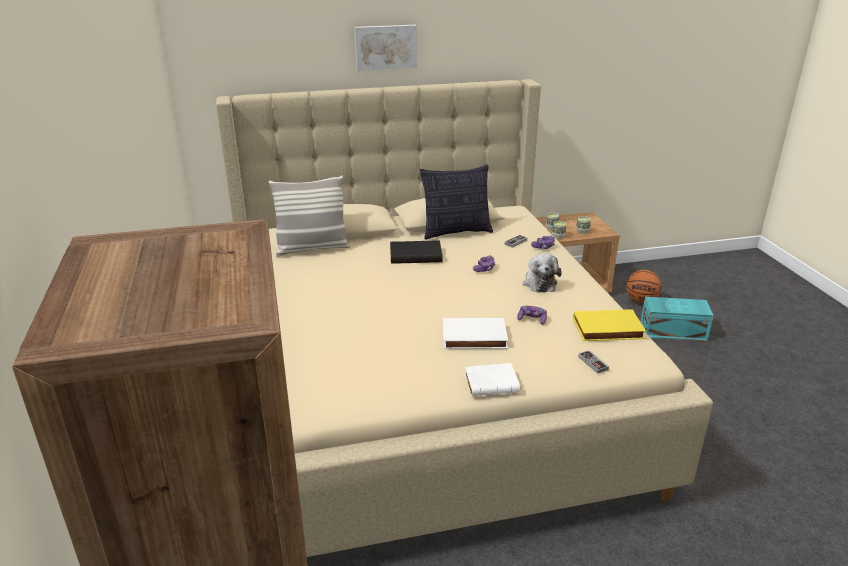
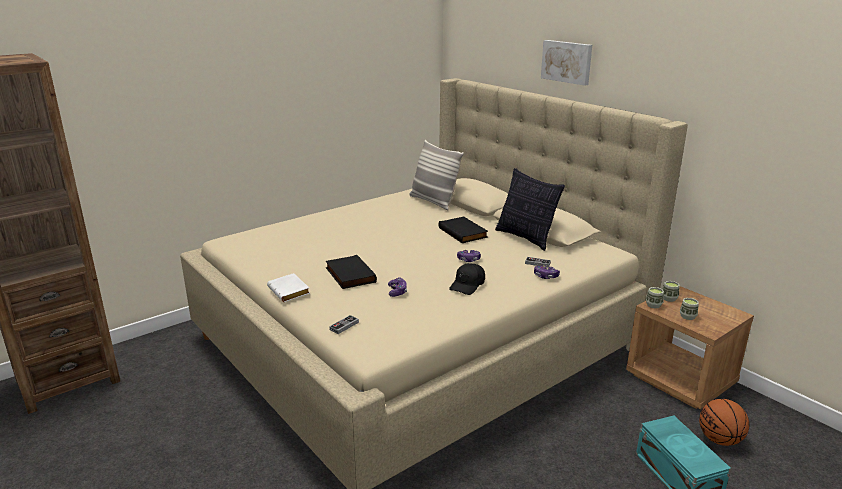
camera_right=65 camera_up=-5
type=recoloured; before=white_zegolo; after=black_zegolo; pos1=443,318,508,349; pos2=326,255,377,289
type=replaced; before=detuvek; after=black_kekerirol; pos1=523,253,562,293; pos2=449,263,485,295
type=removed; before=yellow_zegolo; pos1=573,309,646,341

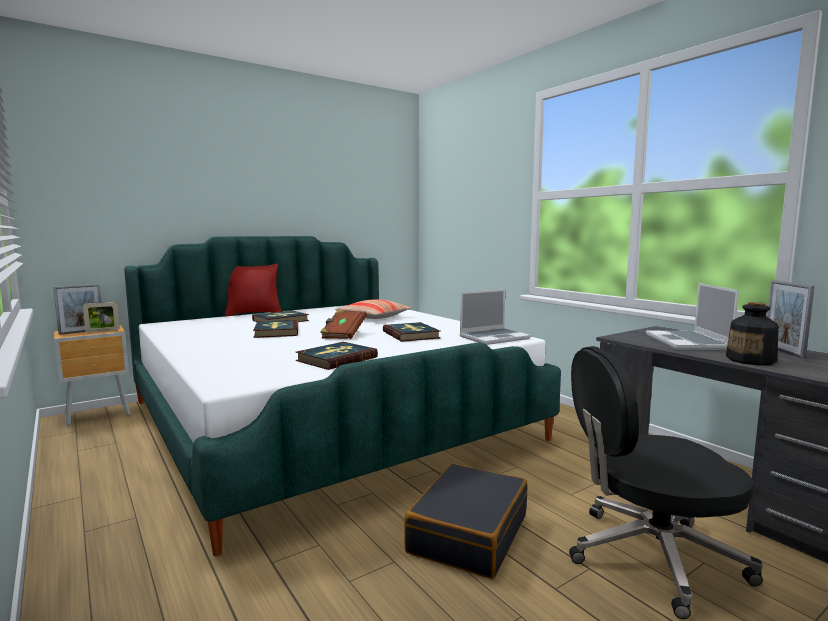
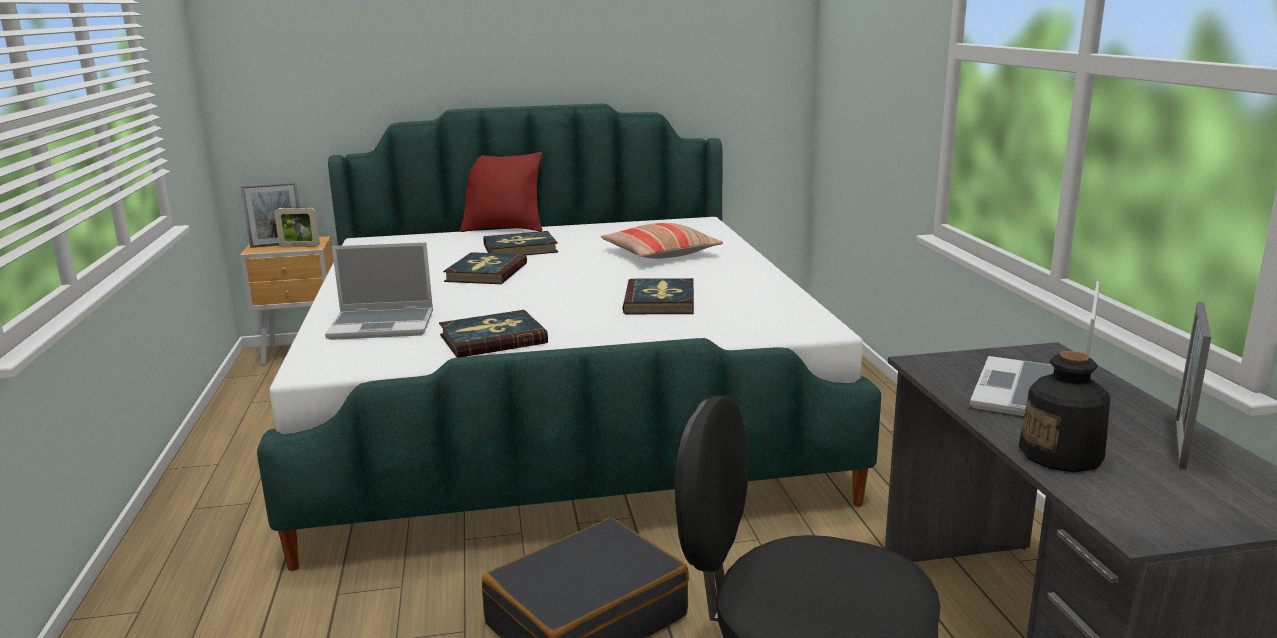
camera_right=25 camera_up=10
type=moved; before=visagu; pos1=459,289,531,345; pos2=325,242,433,340
type=removed; before=brown_zegolo; pos1=320,310,367,339

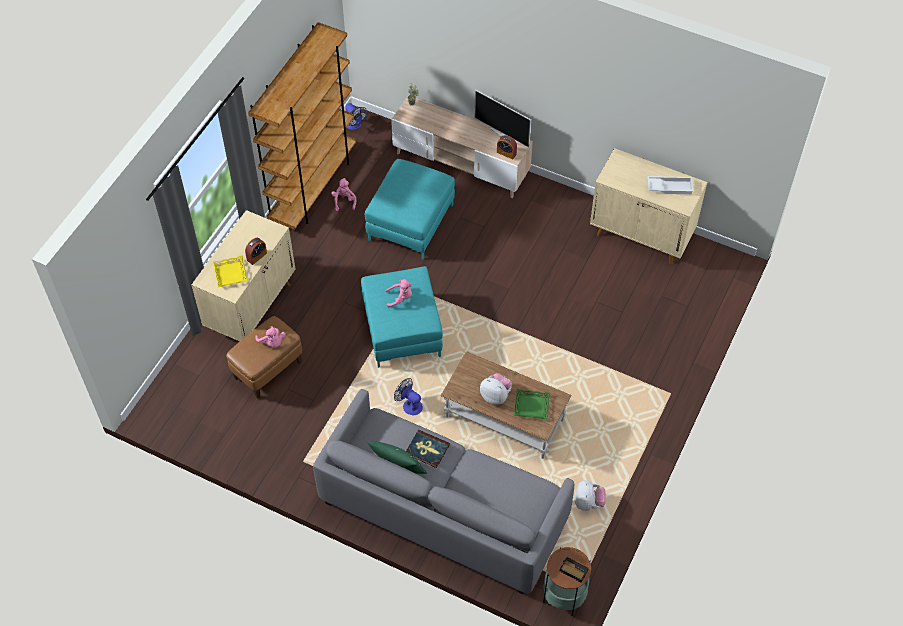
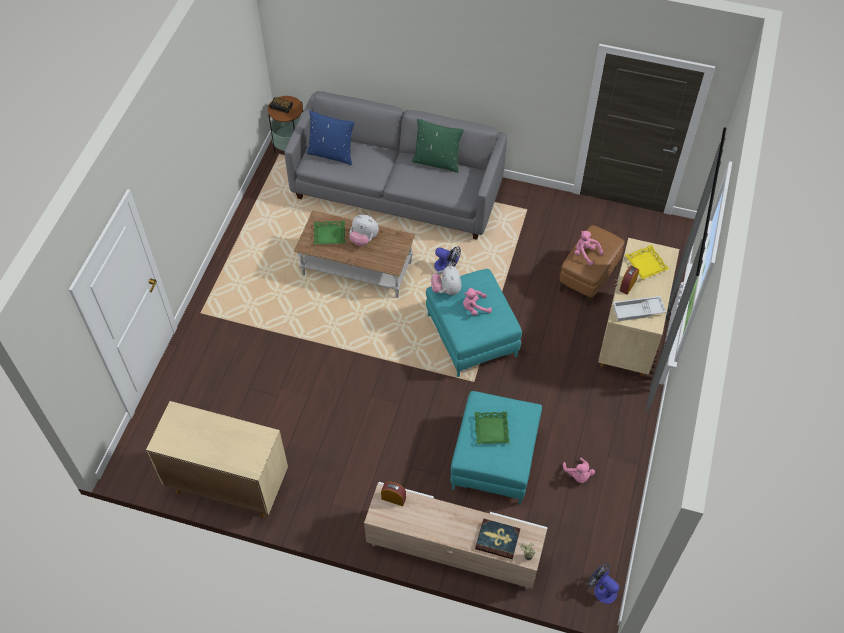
camera_right=170 camera_up=0
type=added; after=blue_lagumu; pos2=307,111,355,165
type=moved; before=detuvek; pos1=574,480,606,511; pos2=431,266,461,295
type=added; after=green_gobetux; pos2=475,412,510,444
type=moved; before=zegolo; pos1=406,429,450,468; pos2=475,518,520,560
type=moved; before=white_gobetux; pos1=648,176,693,194; pos2=613,296,666,321
type=removed; before=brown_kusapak; pos1=248,22,356,230
type=removed; before=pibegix; pos1=474,90,531,148

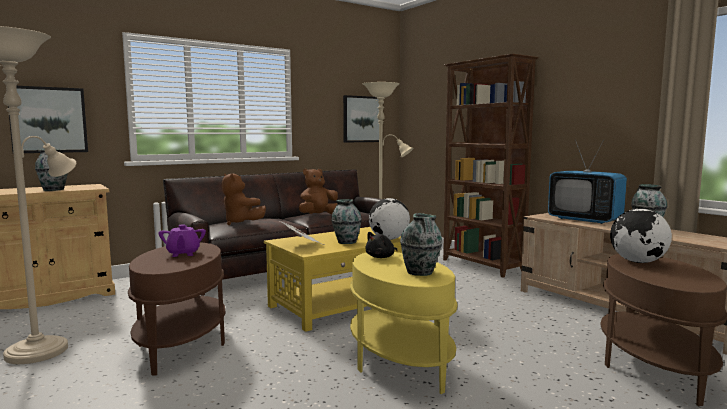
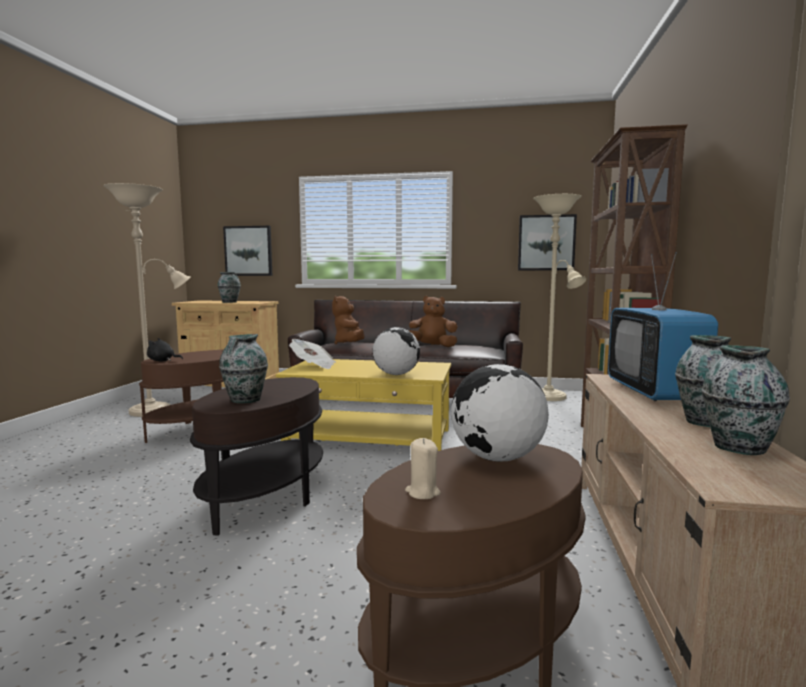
camera_right=45 camera_up=0
type=moved; before=black_detuvek; pos1=365,232,398,258; pos2=147,338,183,361
type=recoloured; before=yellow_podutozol; after=brown_podutozol; pos1=350,252,458,394; pos2=190,377,323,536
type=added; after=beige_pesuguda; pos2=405,438,441,499
type=moved; before=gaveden; pos1=331,199,362,244; pos2=702,345,790,455
type=removed; before=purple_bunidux; pos1=159,224,206,257

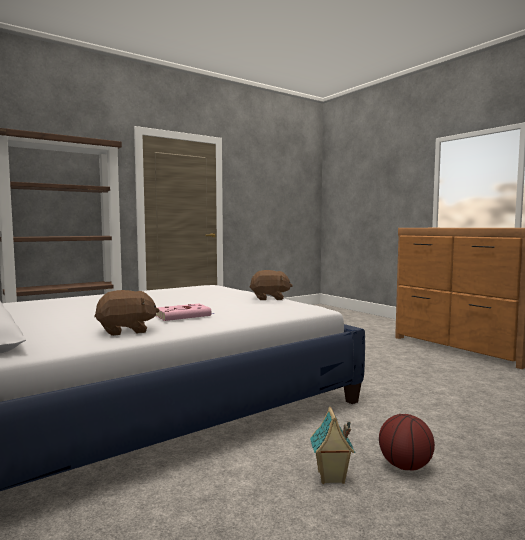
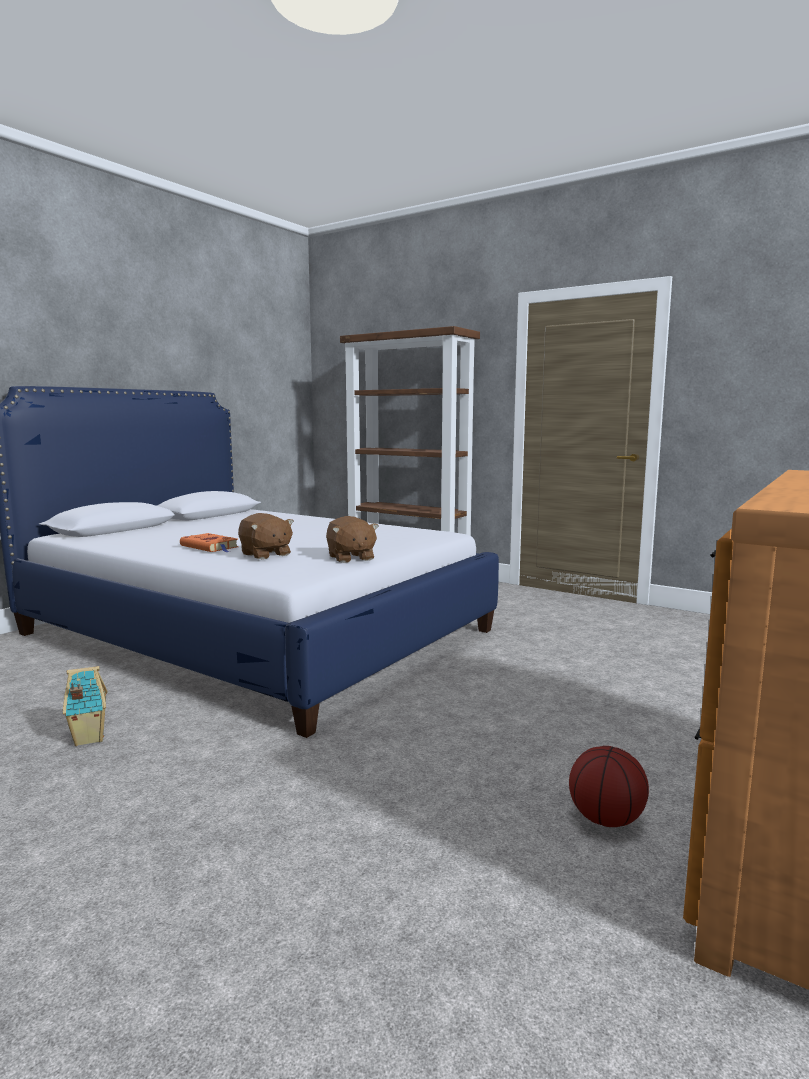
camera_right=70 camera_up=5
type=recoloured; before=pink_zegolo; after=orange_zegolo; pos1=156,304,216,321; pos2=180,533,239,552
type=moved; before=brown_detuvek; pos1=94,290,159,336; pos2=238,513,294,559
type=moved; before=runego; pos1=379,414,435,470; pos2=569,746,649,827

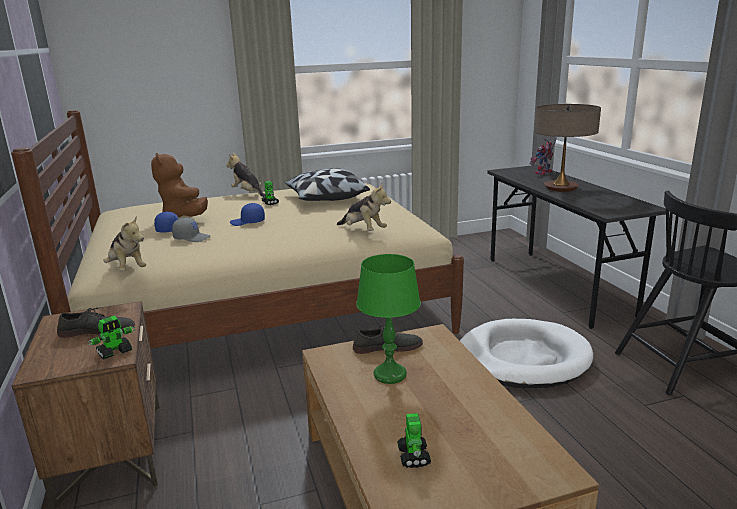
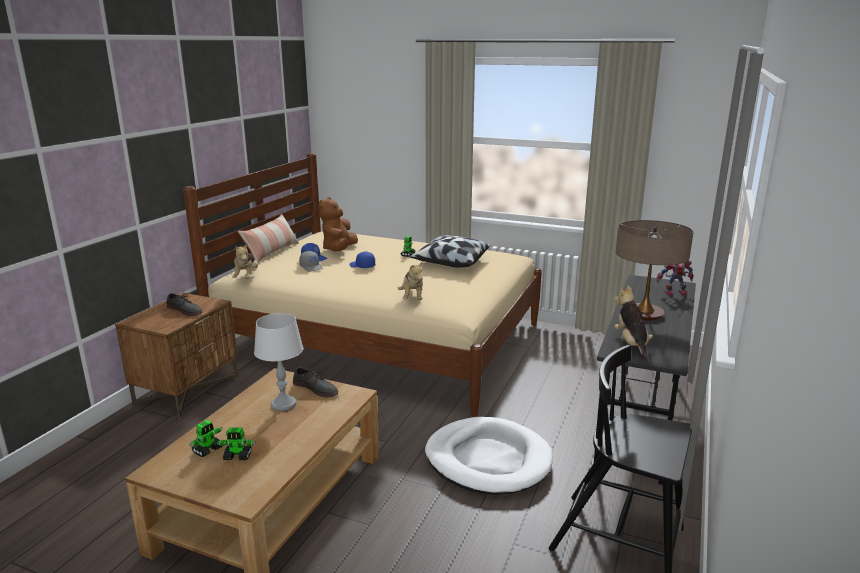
camera_right=40 camera_up=0
type=moved; before=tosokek; pos1=87,316,135,359; pos2=217,427,256,460
type=added; after=lagumu; pos2=238,214,299,263
type=recoloured; before=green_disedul; after=grey_disedul; pos1=356,254,421,384; pos2=254,313,303,411
type=moved; before=detuvek; pos1=226,153,266,197; pos2=614,285,653,362

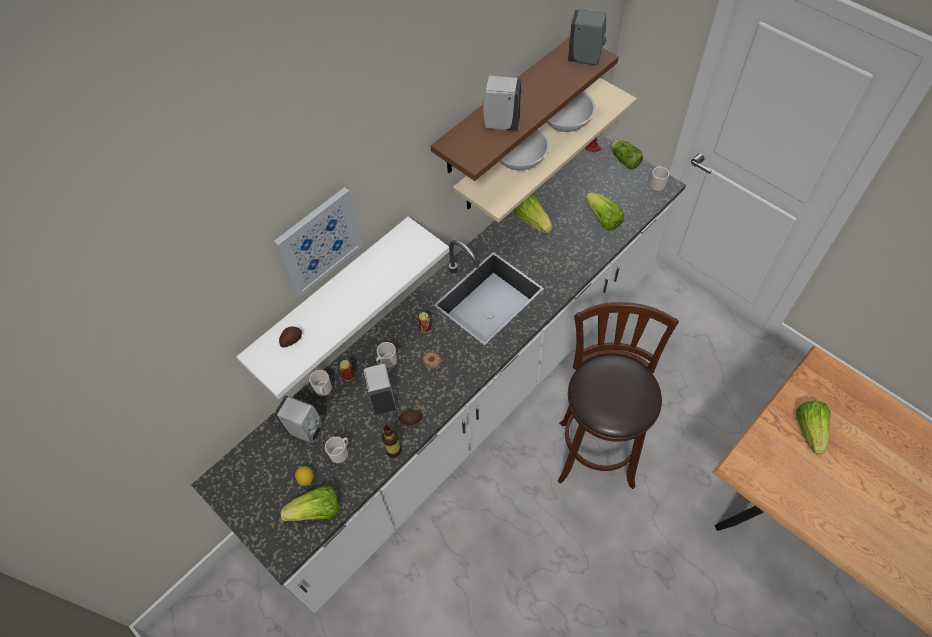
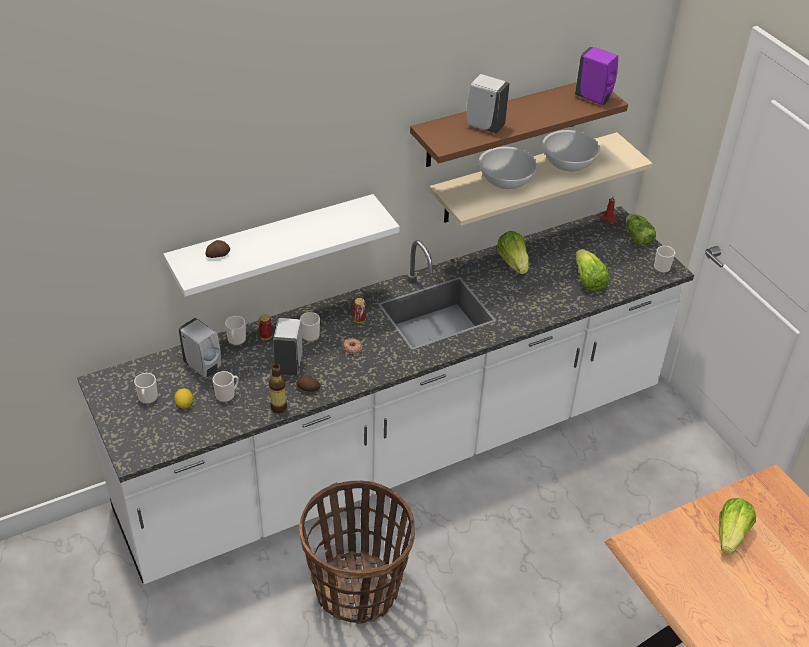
camera_right=15 camera_up=-15
type=added; after=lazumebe; pos2=134,373,158,404
type=added; after=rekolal; pos2=299,481,415,624
type=recoloured; before=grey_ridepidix; after=purple_ridepidix; pos1=568,10,606,65; pos2=575,46,618,105
type=removed; before=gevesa; pos1=274,187,363,298
type=removed; before=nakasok; pos1=280,486,339,521
type=removed; before=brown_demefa; pos1=558,302,679,489

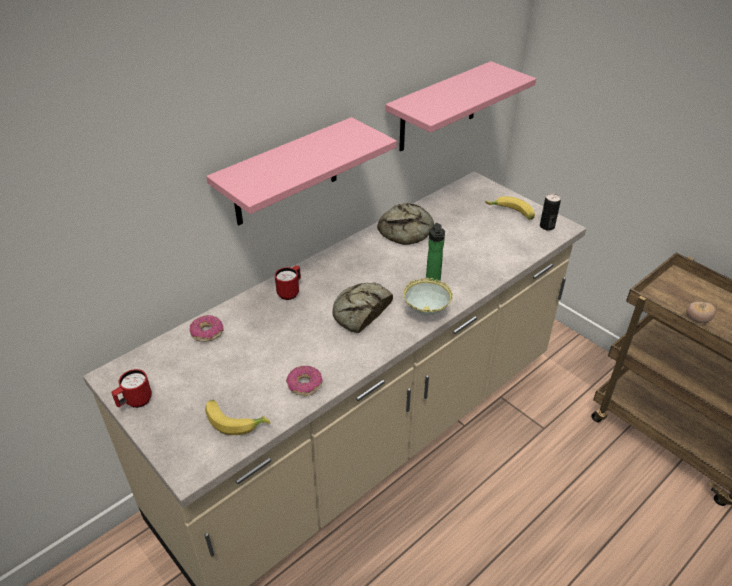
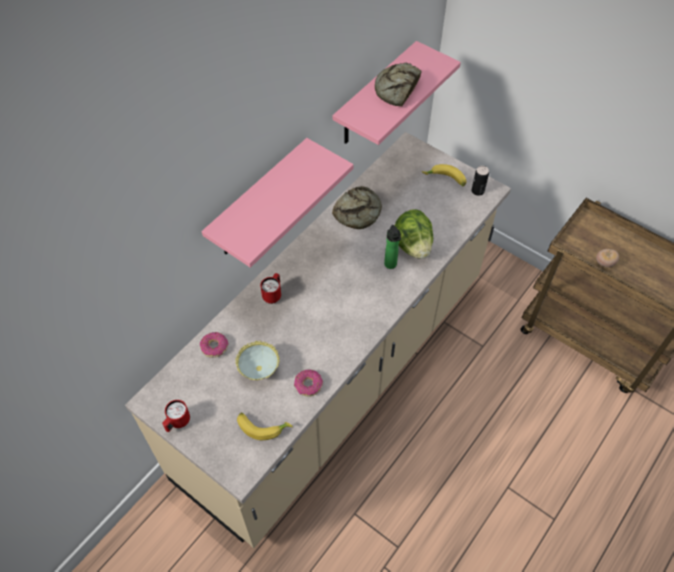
camera_right=-10 camera_up=15
type=moved; before=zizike; pos1=403,277,453,315; pos2=235,341,280,380
type=moved; before=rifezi; pos1=333,282,393,333; pos2=375,63,422,106
type=added; after=nakasok; pos2=395,209,433,259

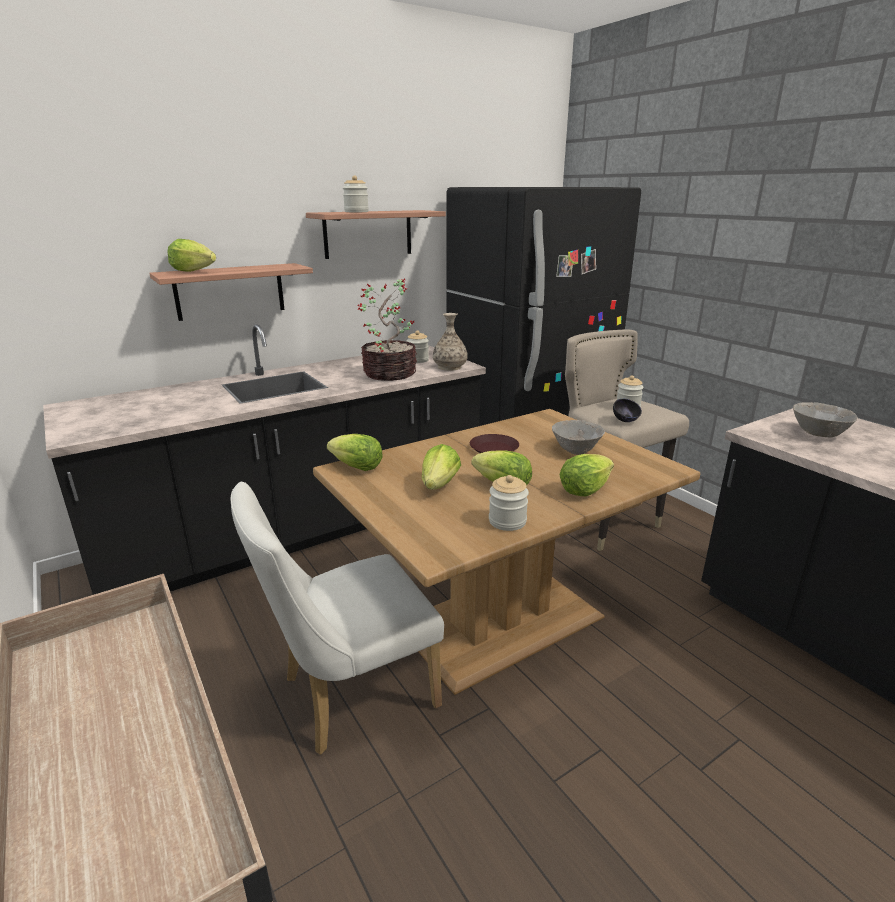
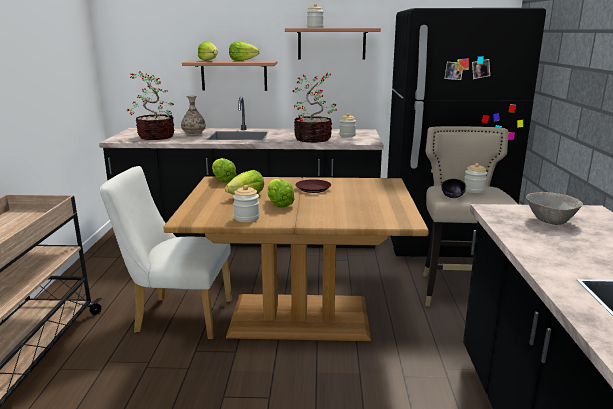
camera_right=35 camera_up=-5
type=added; after=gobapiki; pos2=126,71,174,140
type=moved; before=gaveden; pos1=433,313,468,371; pos2=181,96,206,135
type=moved; before=nakasok; pos1=560,454,614,496; pos2=229,42,260,61
type=removed; before=grey_zizike; pos1=552,420,605,455

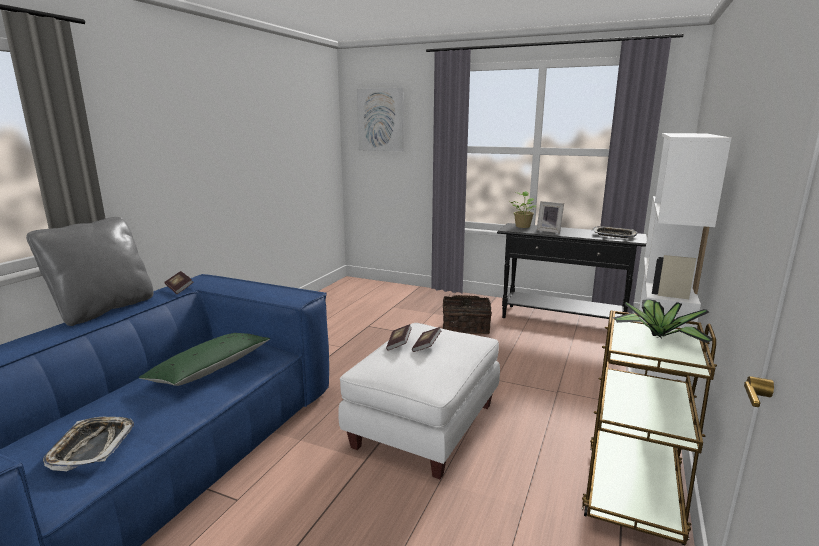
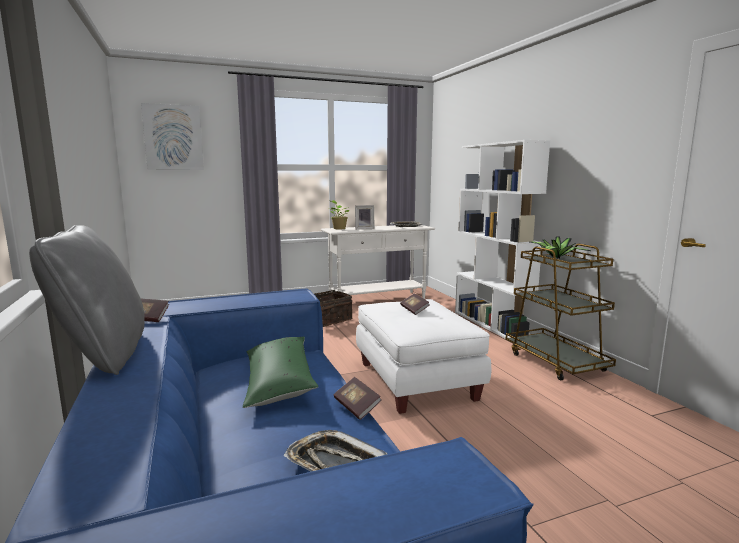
camera_right=-45 camera_up=-5
type=recoloured; before=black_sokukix; after=white_sokukix; pos1=497,223,647,319; pos2=321,225,435,299
type=moved; before=zegolo; pos1=386,324,412,351; pos2=334,377,382,420

